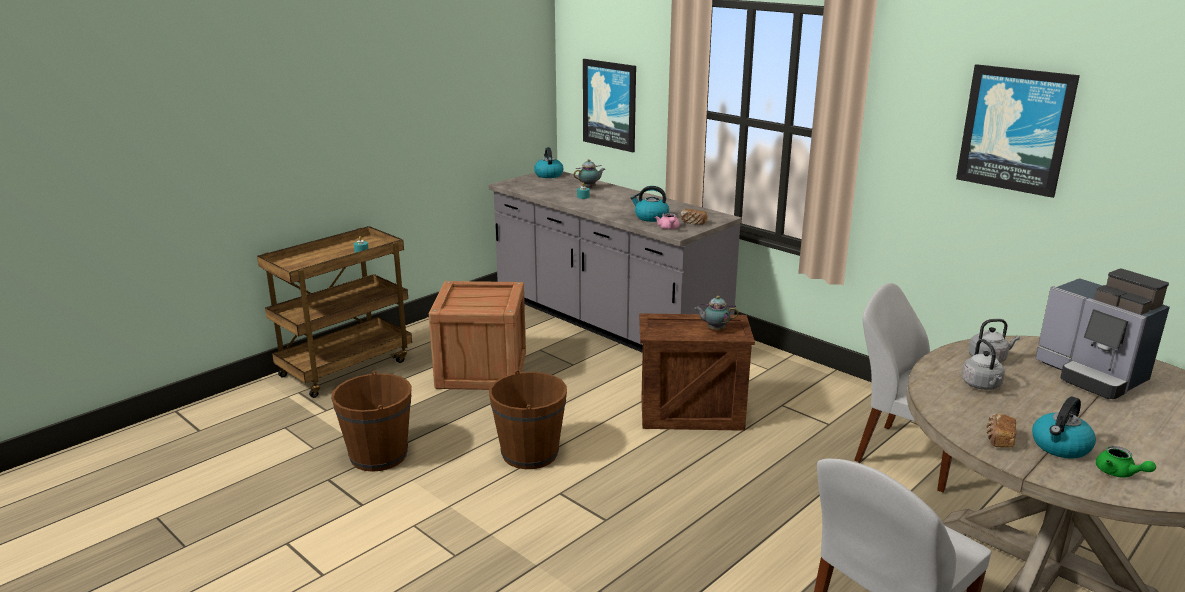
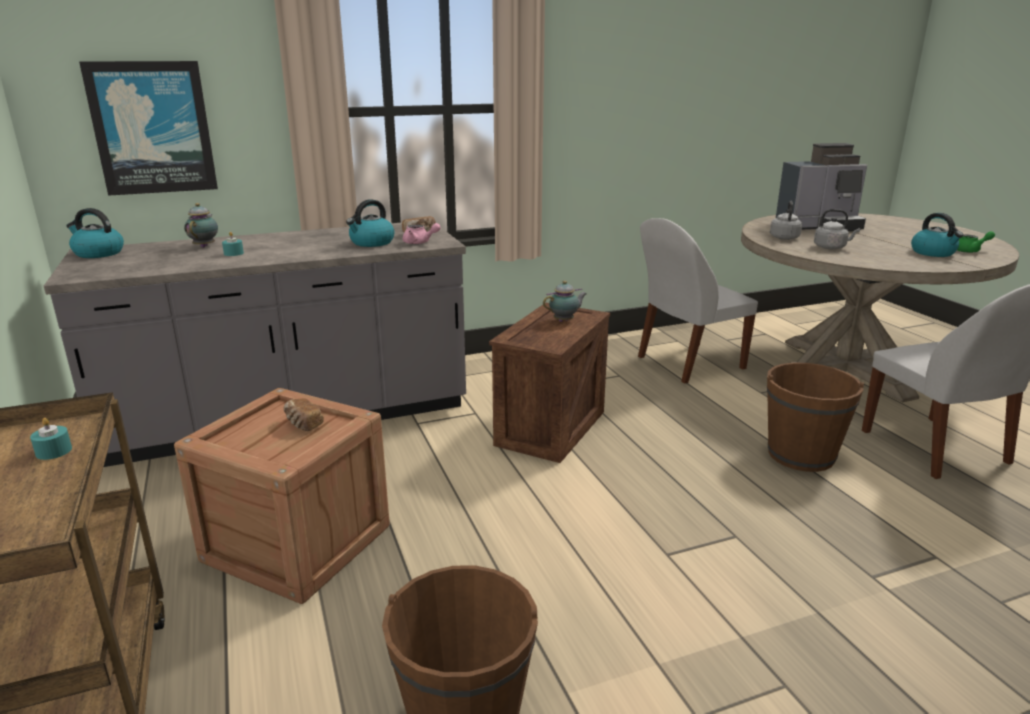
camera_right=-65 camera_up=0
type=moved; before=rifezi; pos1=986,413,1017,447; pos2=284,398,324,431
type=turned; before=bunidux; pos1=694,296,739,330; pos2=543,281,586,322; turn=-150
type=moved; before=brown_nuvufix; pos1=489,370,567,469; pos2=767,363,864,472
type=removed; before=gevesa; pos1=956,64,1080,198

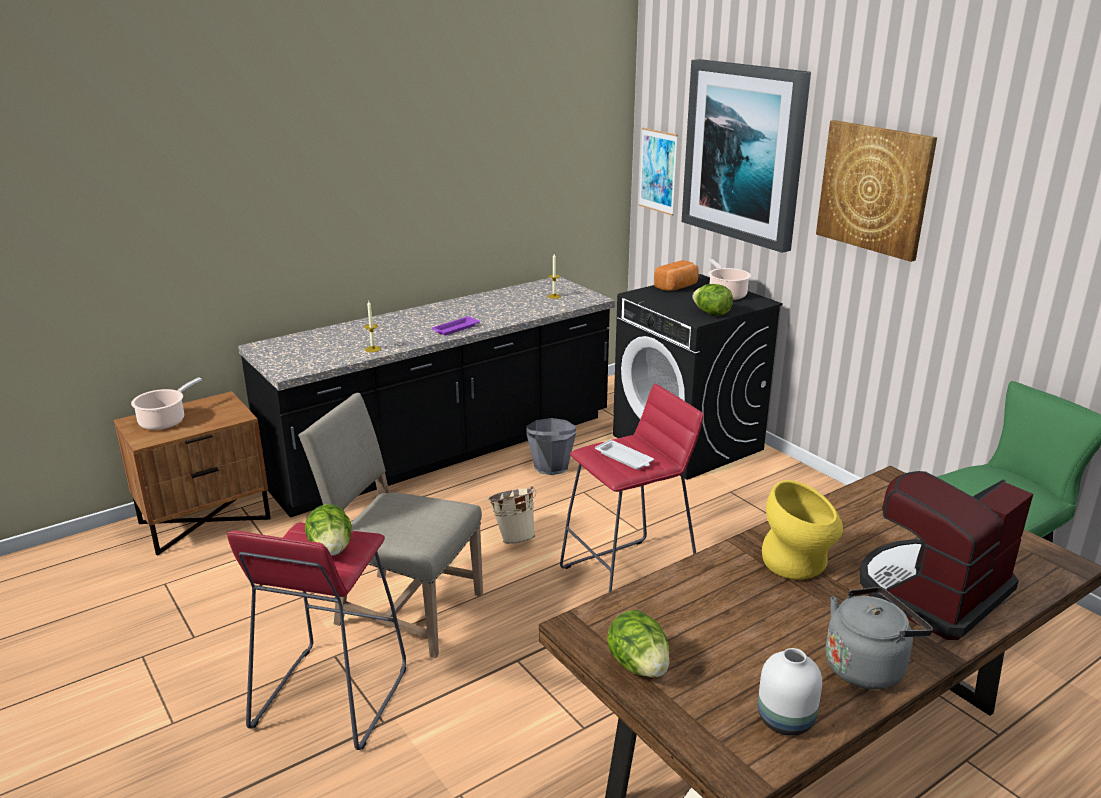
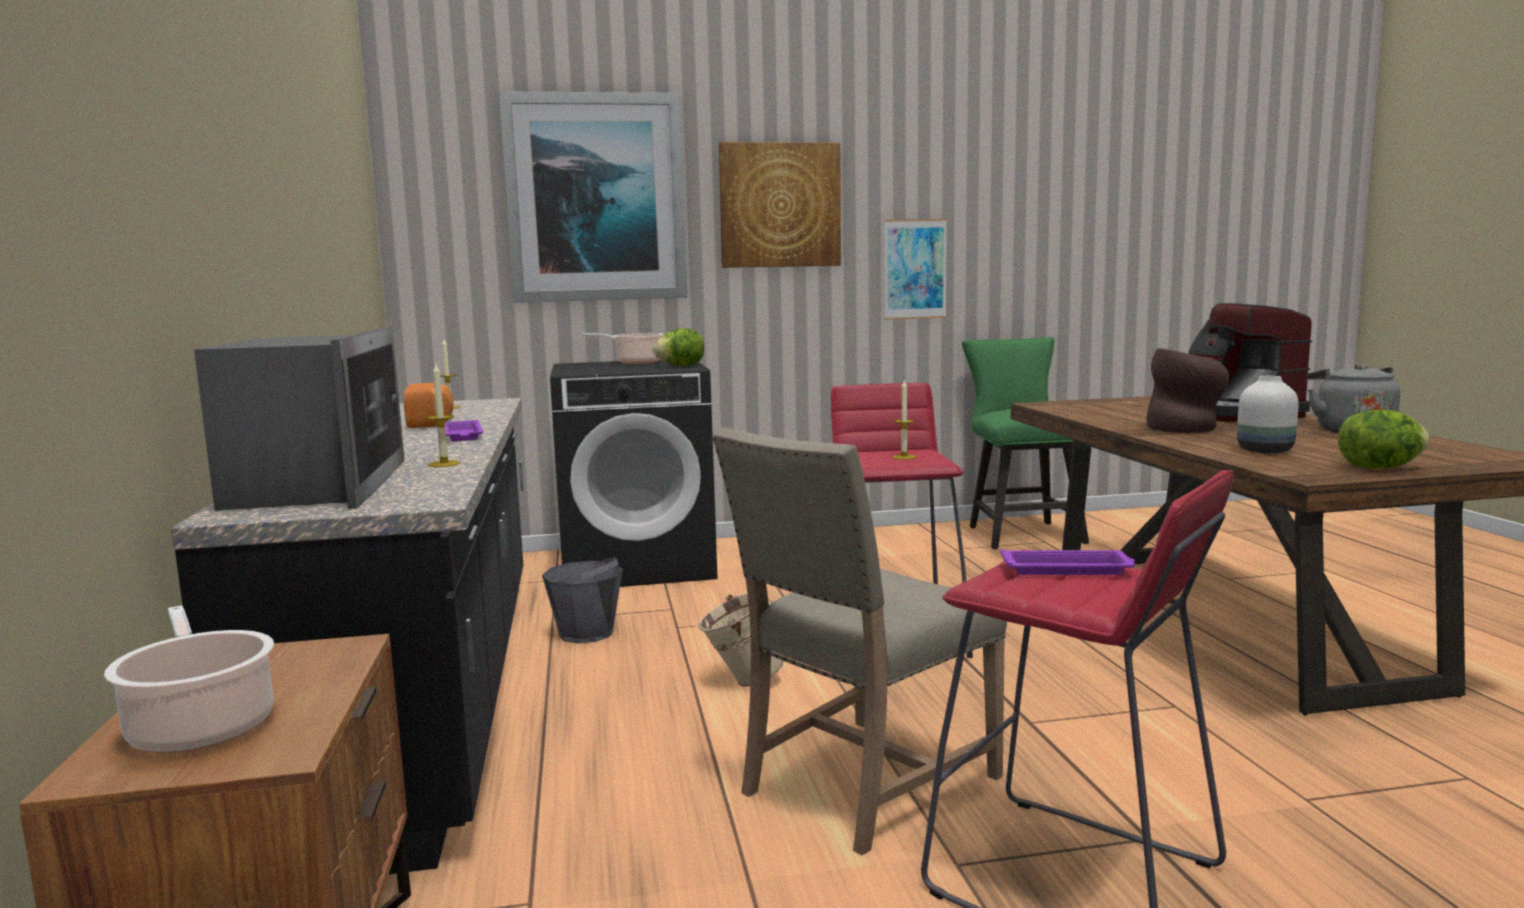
camera_right=-65 camera_up=-15
type=added; after=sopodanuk; pos2=194,327,405,511
type=moved; before=rifezi; pos1=654,260,699,291; pos2=403,383,454,428
type=moved; before=gevesa; pos1=639,128,678,216; pos2=884,219,947,320
type=replaced; before=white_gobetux; after=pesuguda; pos1=595,439,654,470; pos2=892,381,916,460
type=replaced; before=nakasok; after=purple_gobetux; pos1=305,504,352,556; pos2=1000,549,1135,575
type=recoloured; before=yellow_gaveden; after=brown_gaveden; pos1=762,480,843,580; pos2=1146,348,1229,433
type=moved; before=white_gaveden; pos1=758,648,822,736; pos2=1237,376,1299,453

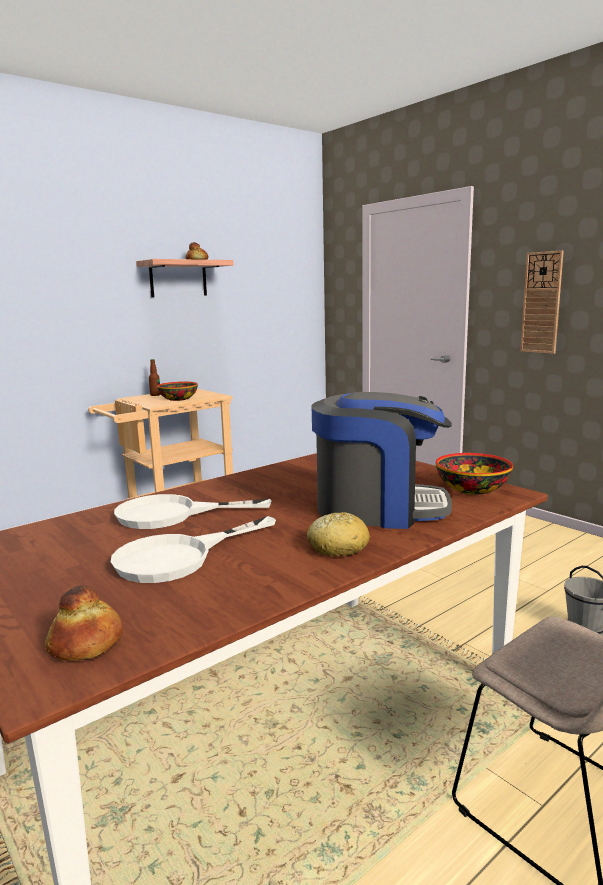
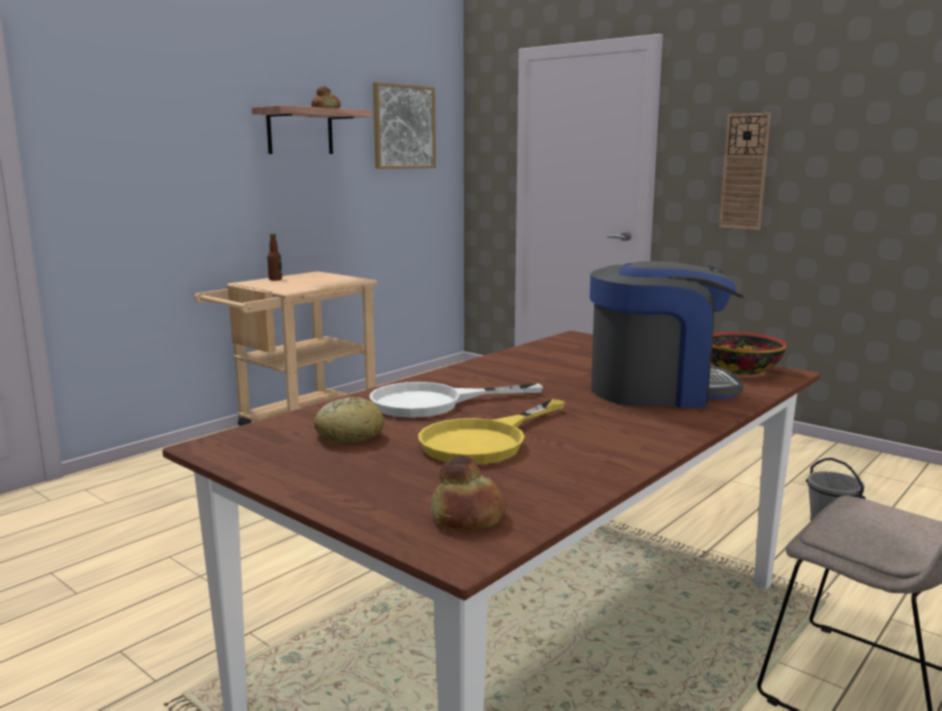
camera_right=-10 camera_up=0
type=moved; before=rifezi; pos1=307,512,370,556; pos2=314,397,385,444
type=added; after=gevesa; pos2=373,82,436,169
type=recoloured; before=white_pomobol; after=yellow_pomobol; pos1=111,516,276,583; pos2=418,399,565,464
type=removed; before=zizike; pos1=157,382,198,401

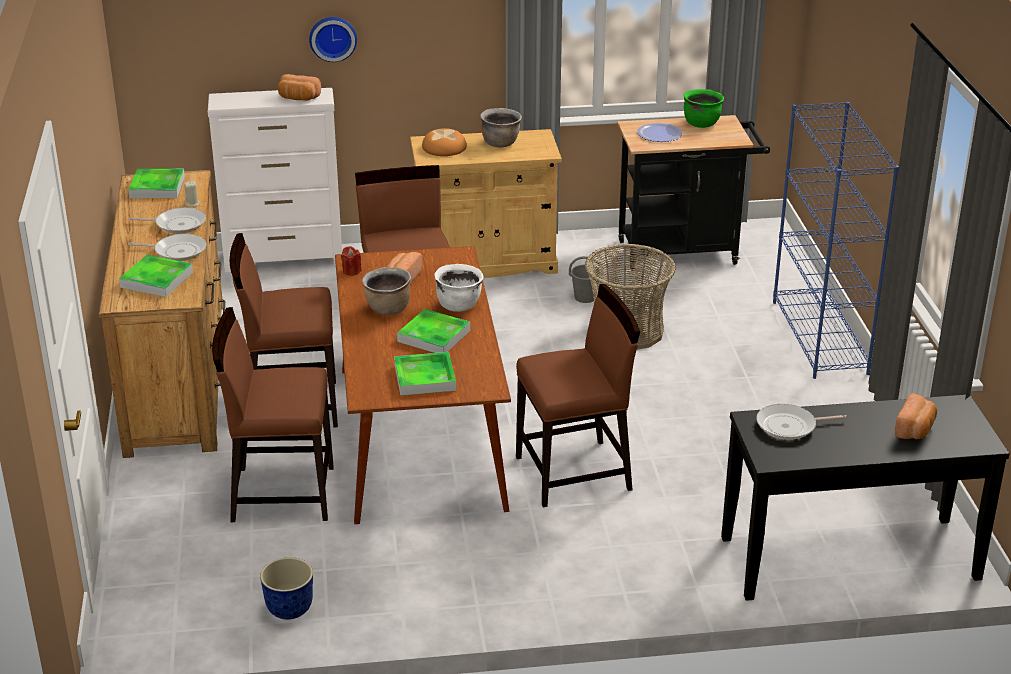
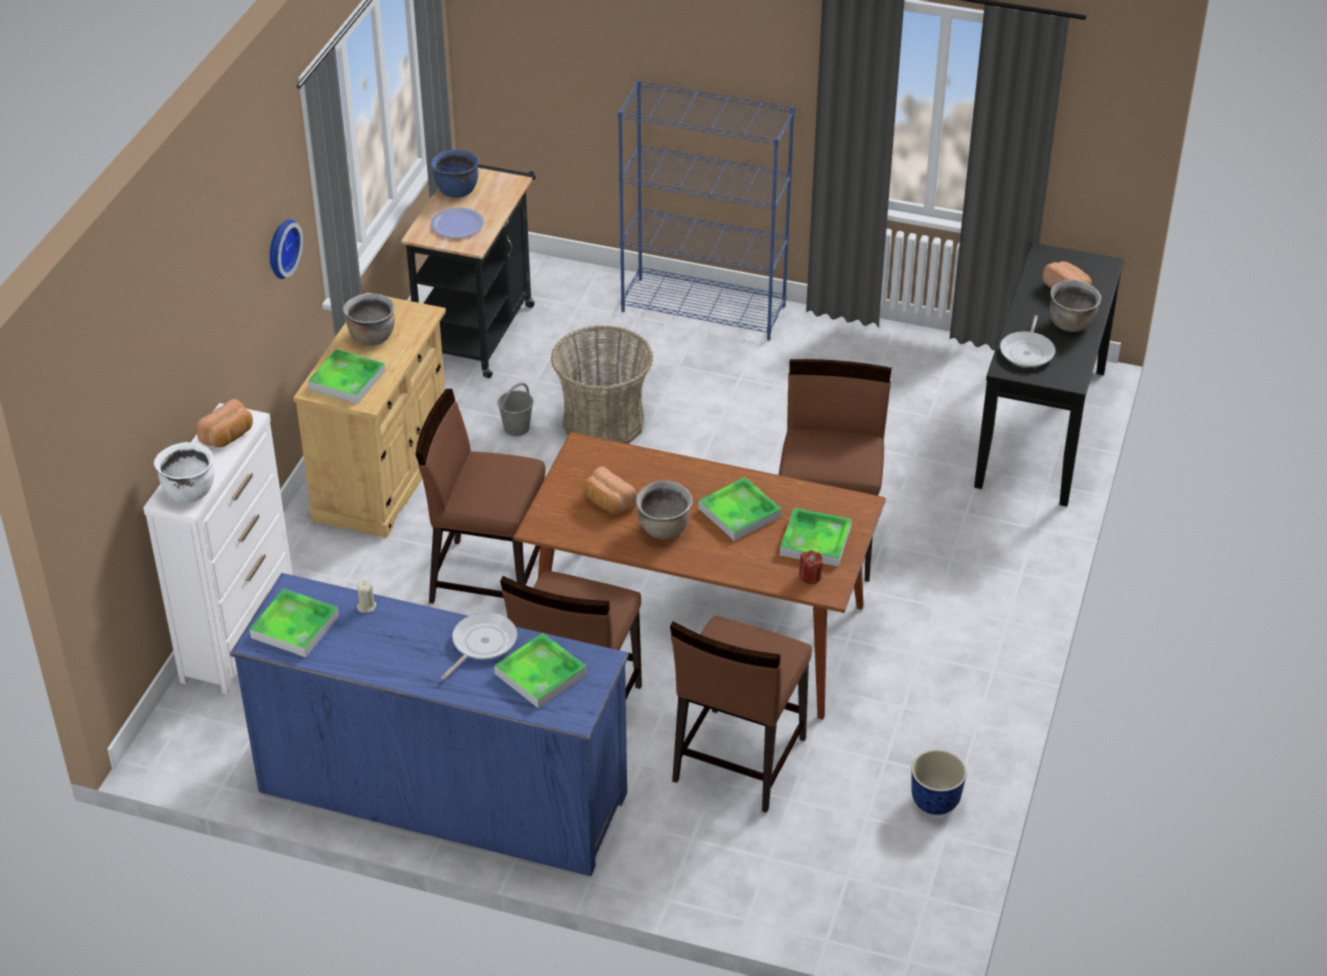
camera_right=-65 camera_up=10
type=moved; before=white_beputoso; pos1=435,264,483,312; pos2=154,442,214,503
type=recoloured; before=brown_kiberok; after=blue_kiberok; pos1=99,170,225,458; pos2=230,573,629,876
type=moved; before=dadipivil; pos1=309,17,357,62; pos2=270,219,303,279
type=replaced; before=rifezi; after=gobetux; pos1=422,128,467,156; pos2=308,349,385,404
type=recoloured; before=green_beputoso; after=blue_beputoso; pos1=683,89,724,128; pos2=431,150,479,198
type=moved; before=red_pesuguda; pos1=341,246,362,276; pos2=799,550,823,584
type=added; after=brown_beputoso; pos2=1050,280,1101,332
type=removed; before=pomobol; pos1=129,207,206,234

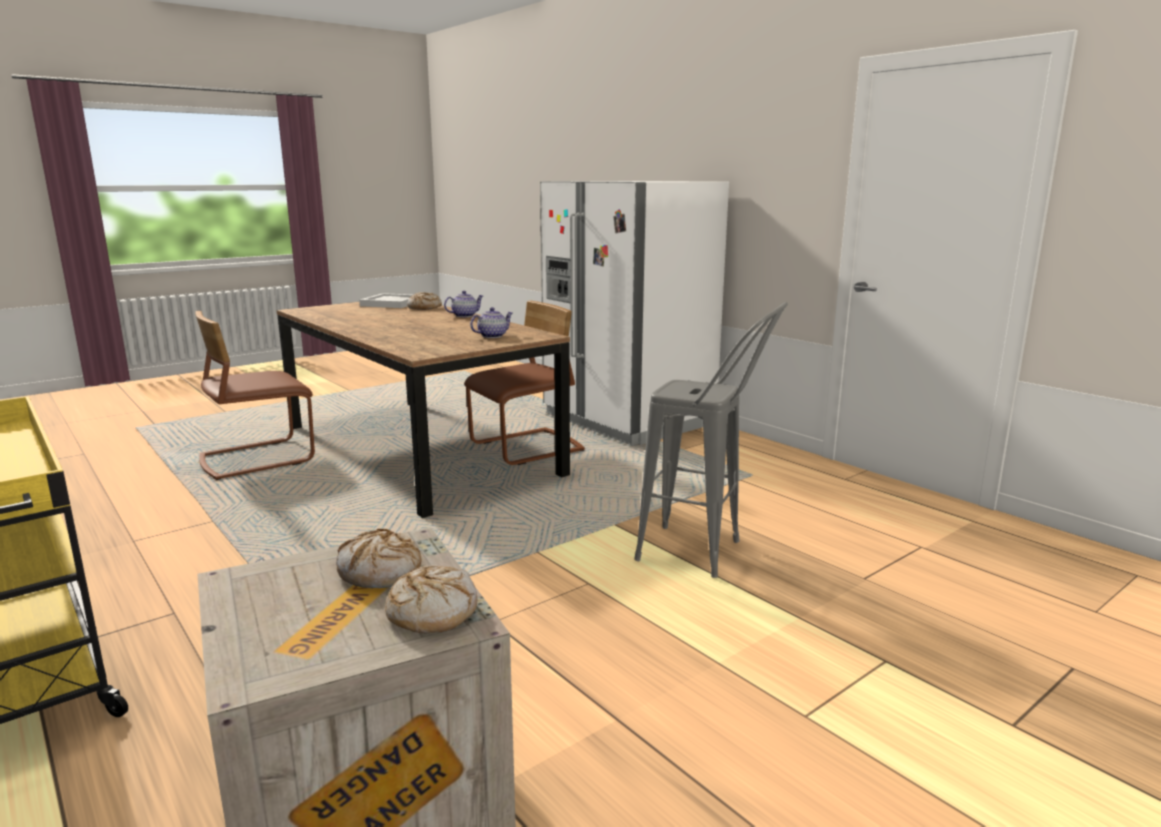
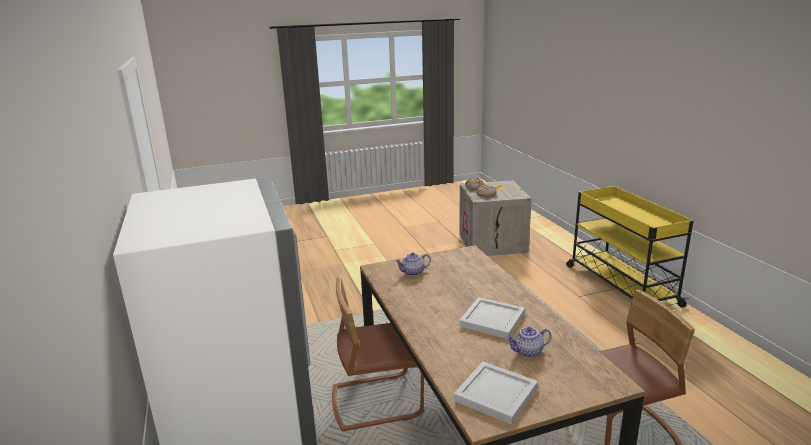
camera_right=-160 camera_up=5
type=added; after=white_gobetux; pos2=459,297,525,339
type=moved; before=bunidux; pos1=444,291,483,317; pos2=506,327,552,358
type=removed; before=rifezi; pos1=407,292,442,310
type=removed; before=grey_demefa; pos1=634,302,788,578

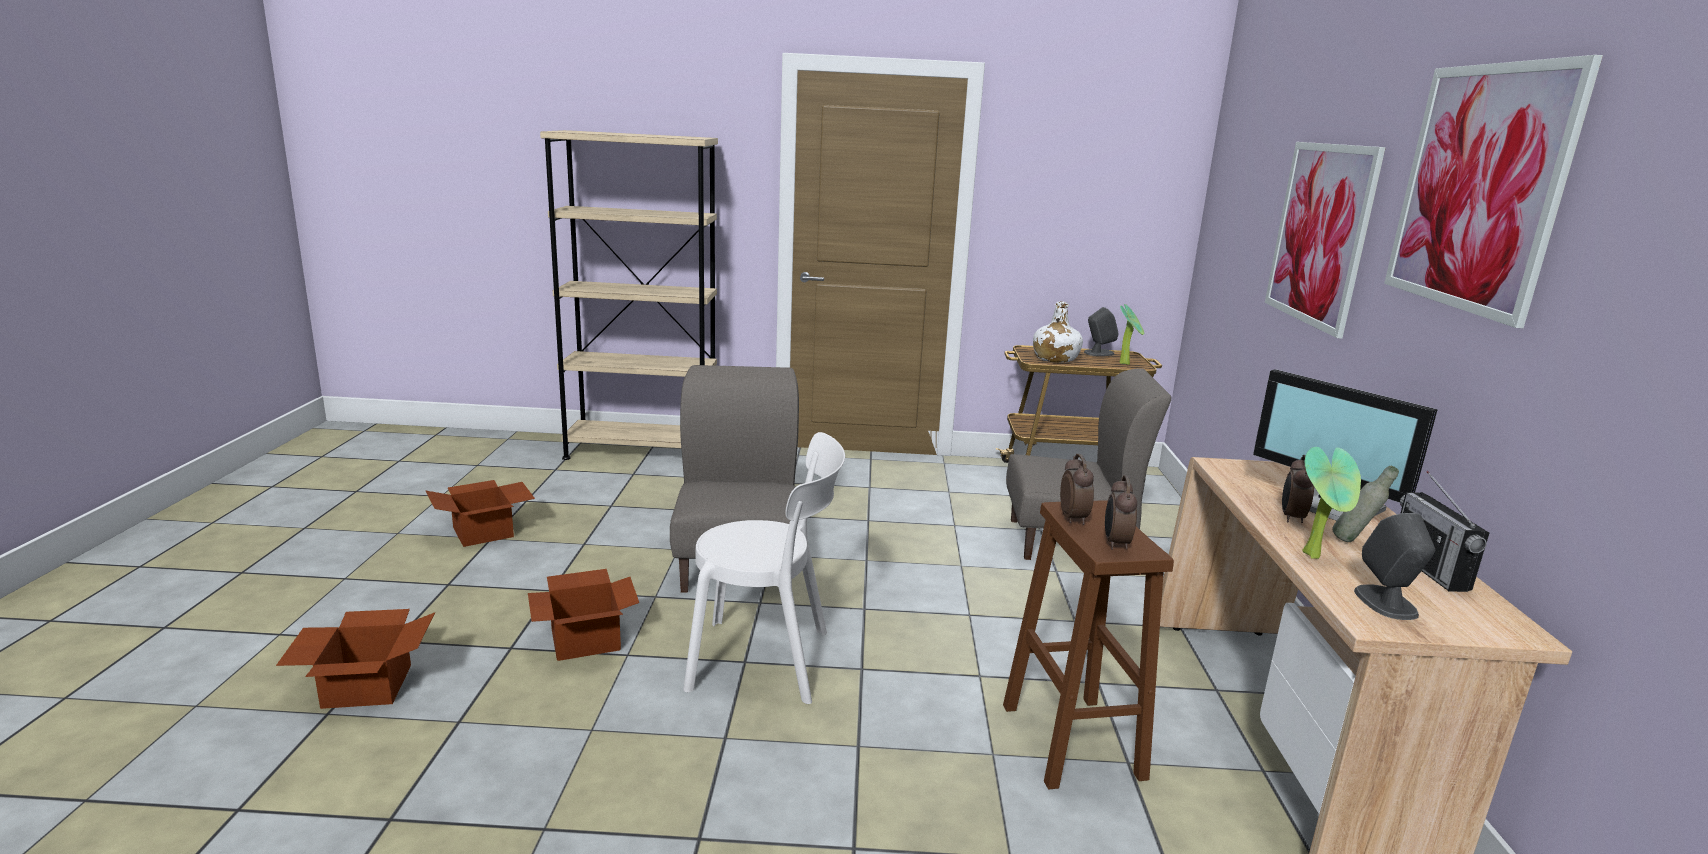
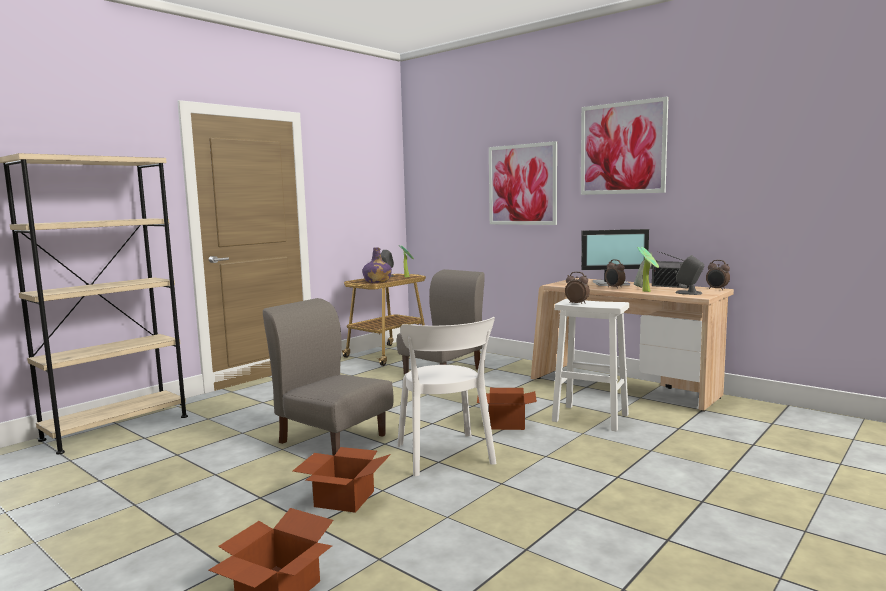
camera_right=-50 camera_up=-10
type=recoloured; before=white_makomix; after=purple_makomix; pos1=1033,301,1083,363; pos2=363,247,392,283
type=turned; before=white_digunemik; pos1=683,432,845,704; pos2=397,317,497,476; turn=120
type=moved; before=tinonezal; pos1=426,480,535,547; pos2=477,388,537,430
type=recoloured; before=brown_demefa; after=white_demefa; pos1=1003,500,1174,790; pos2=552,299,629,431
type=moved; before=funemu; pos1=1105,475,1137,550; pos2=706,260,730,290

